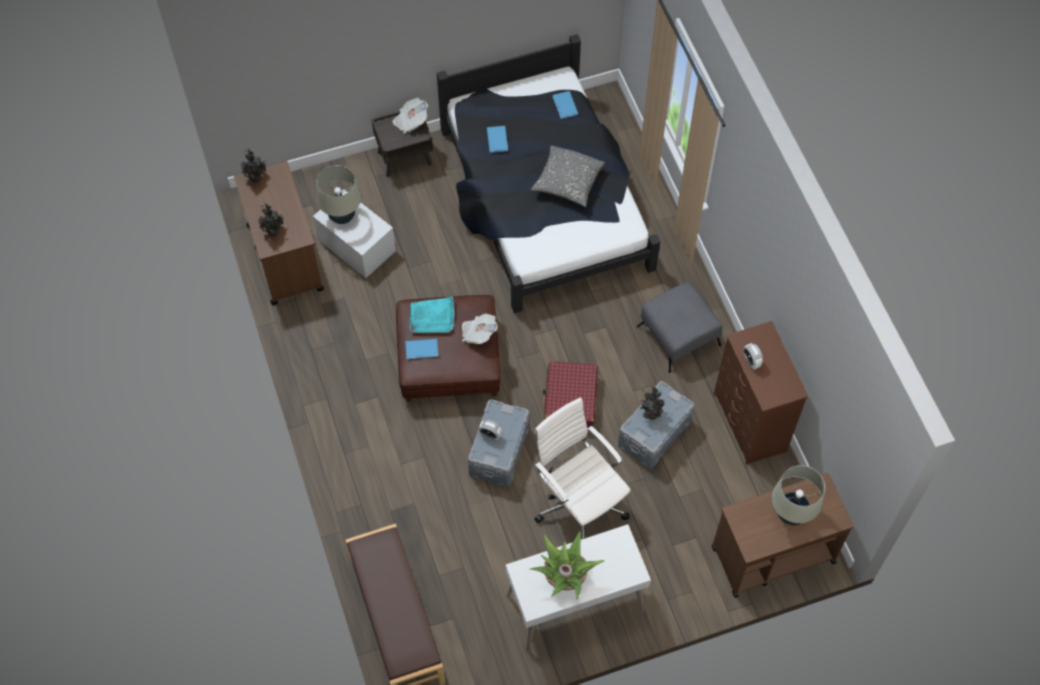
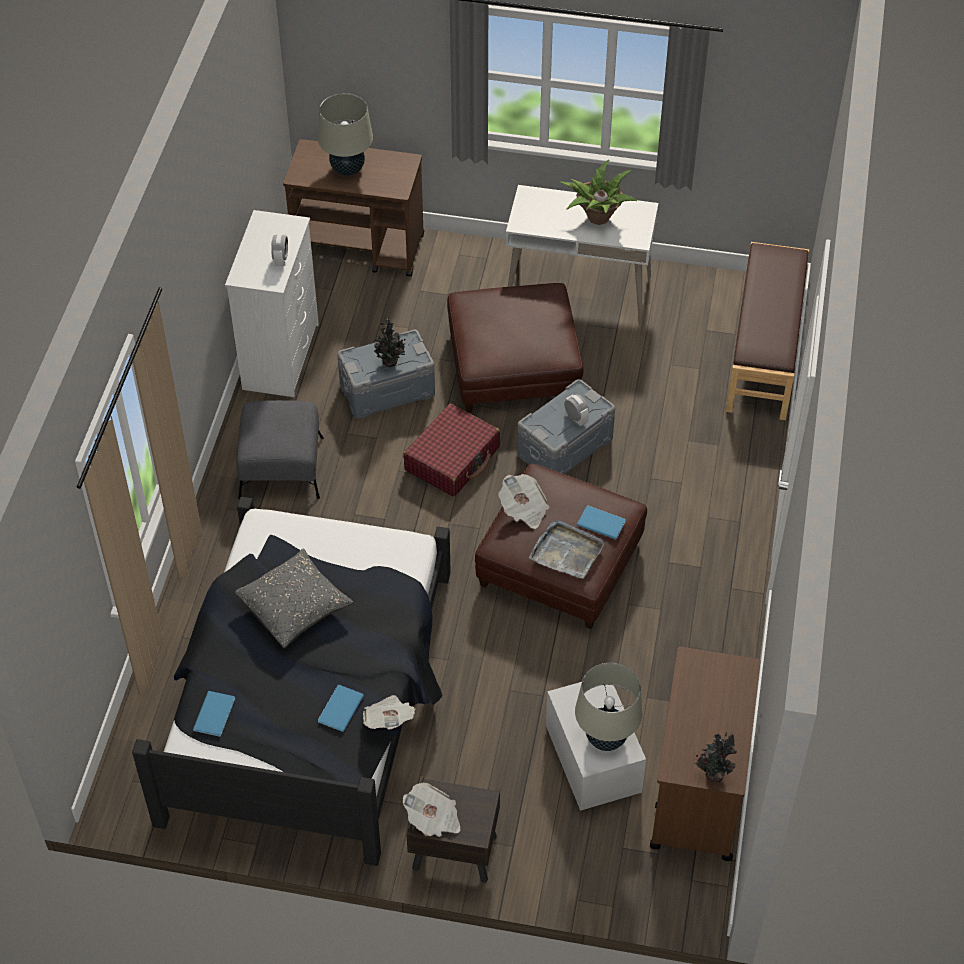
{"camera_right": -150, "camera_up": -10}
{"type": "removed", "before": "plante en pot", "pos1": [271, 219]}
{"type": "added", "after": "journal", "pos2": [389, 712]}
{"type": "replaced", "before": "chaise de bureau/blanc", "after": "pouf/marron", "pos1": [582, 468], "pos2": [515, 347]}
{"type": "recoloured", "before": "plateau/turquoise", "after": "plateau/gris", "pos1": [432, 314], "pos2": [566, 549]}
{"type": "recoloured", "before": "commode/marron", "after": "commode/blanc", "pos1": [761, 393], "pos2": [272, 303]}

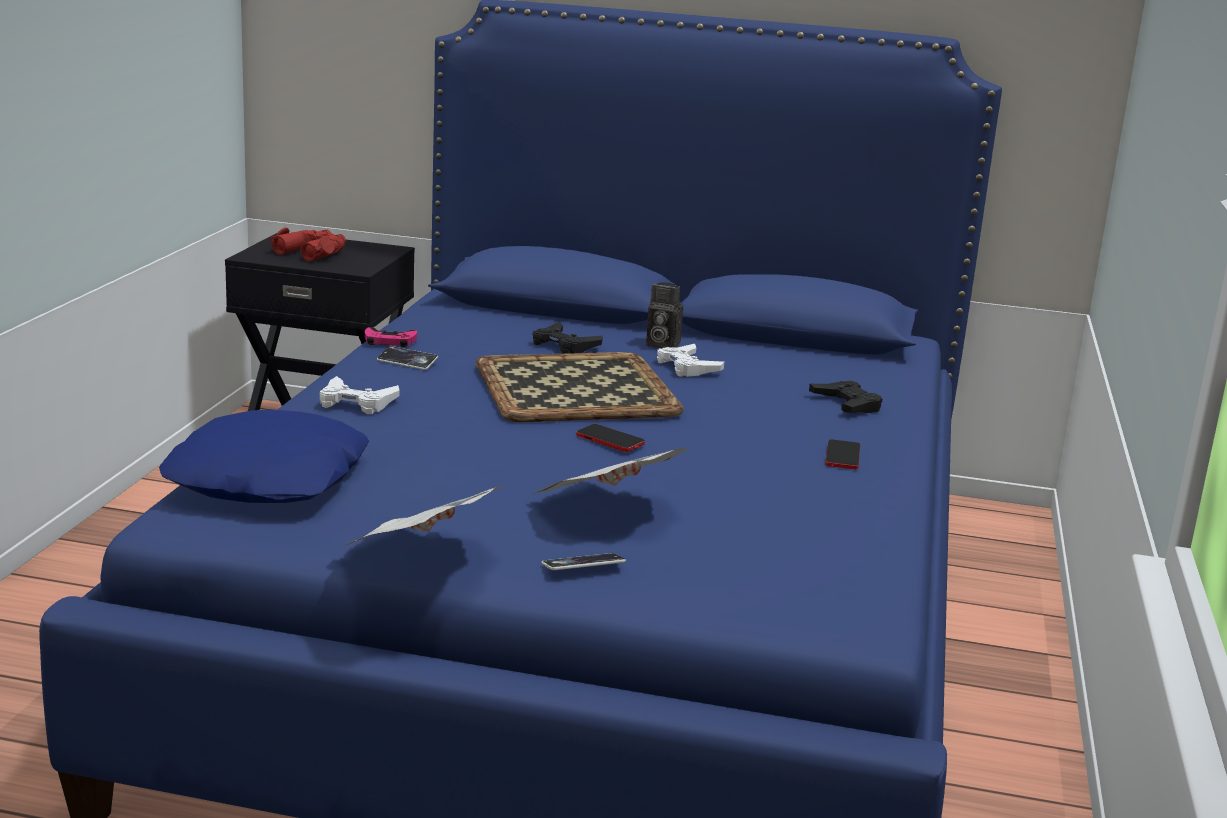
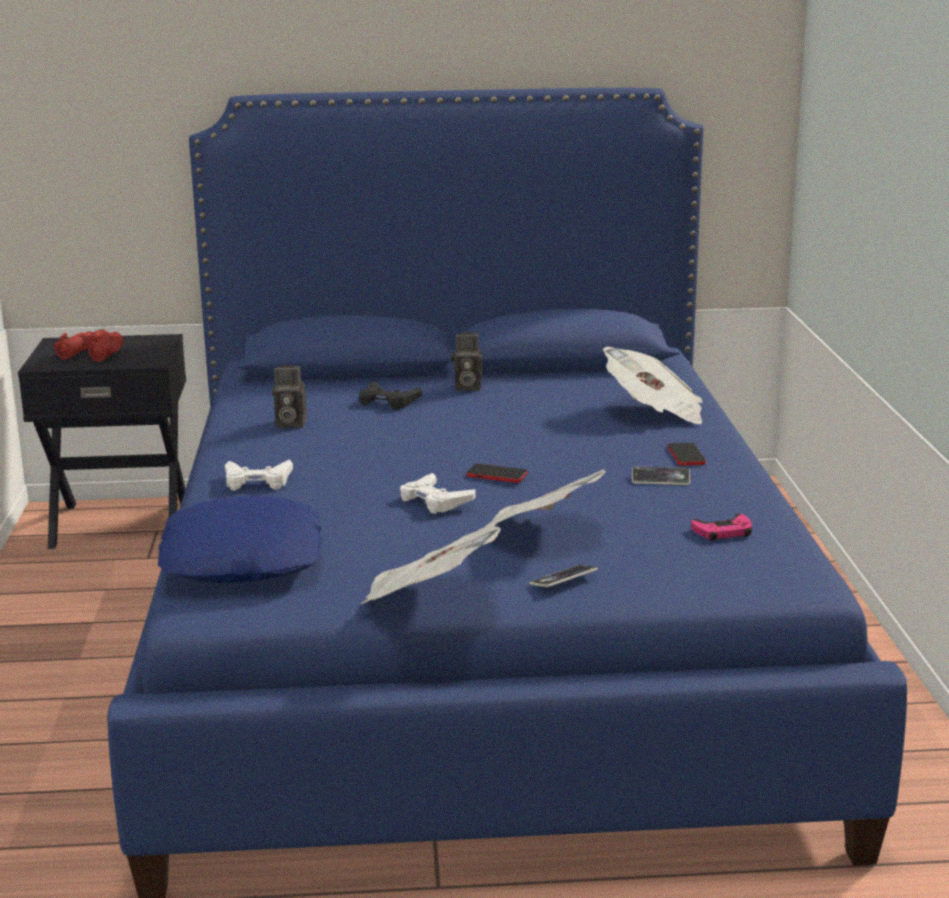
{"camera_right": -15, "camera_up": 0}
{"type": "removed", "before": "plateau", "pos1": [579, 387]}
{"type": "added", "after": "appareil photo", "pos2": [289, 396]}
{"type": "moved", "before": "manette/rose", "pos1": [391, 337], "pos2": [721, 527]}
{"type": "moved", "before": "téléphone", "pos1": [407, 358], "pos2": [661, 475]}
{"type": "moved", "before": "manette/blanc", "pos1": [690, 360], "pos2": [438, 493]}
{"type": "replaced", "before": "manette/noir", "after": "journal", "pos1": [845, 397], "pos2": [652, 385]}

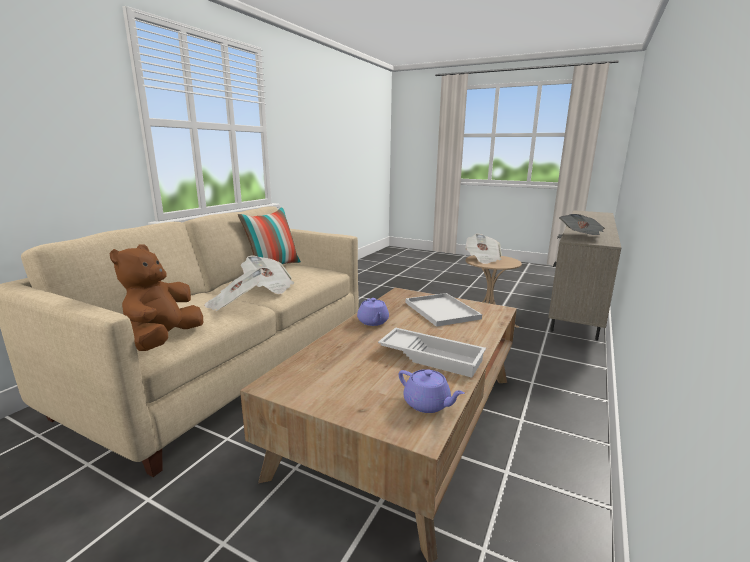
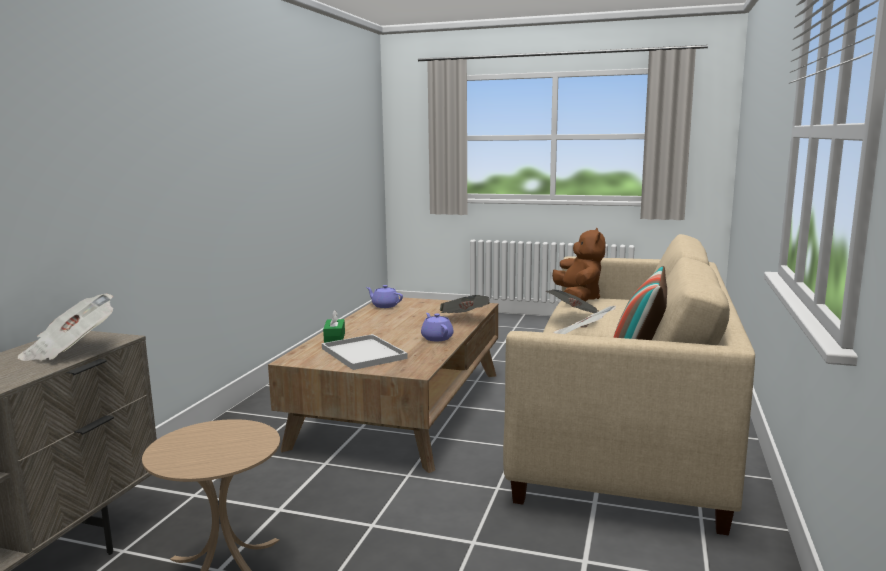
{"camera_right": 170, "camera_up": -5}
{"type": "removed", "before": "plateau/blanc", "pos1": [432, 352]}
{"type": "added", "after": "boîte à mouchoirs/vert", "pos2": [334, 326]}
{"type": "moved", "before": "journal", "pos1": [483, 249], "pos2": [465, 304]}

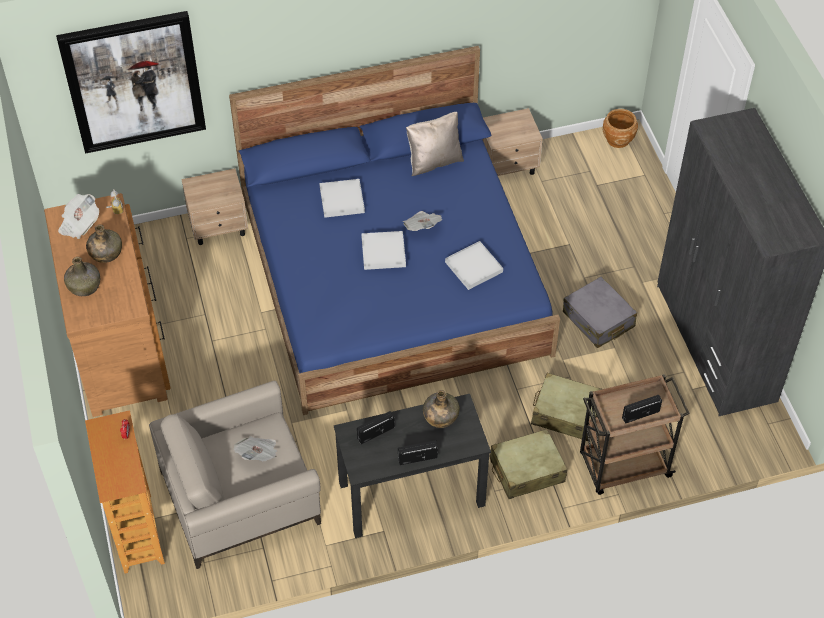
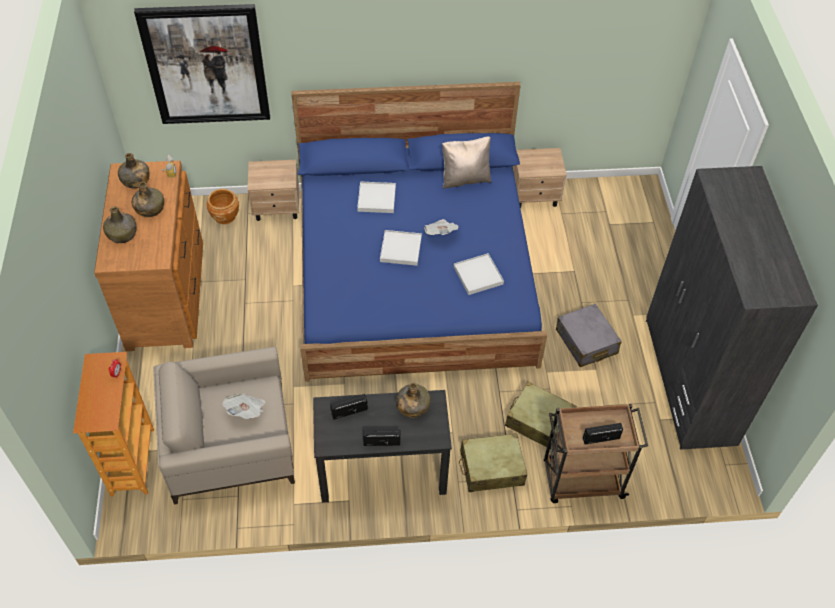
{"camera_right": 10, "camera_up": 0}
{"type": "moved", "before": "cache-pot/marron", "pos1": [620, 128], "pos2": [223, 206]}
{"type": "replaced", "before": "journal", "after": "bouteille/vert", "pos1": [78, 216], "pos2": [134, 171]}

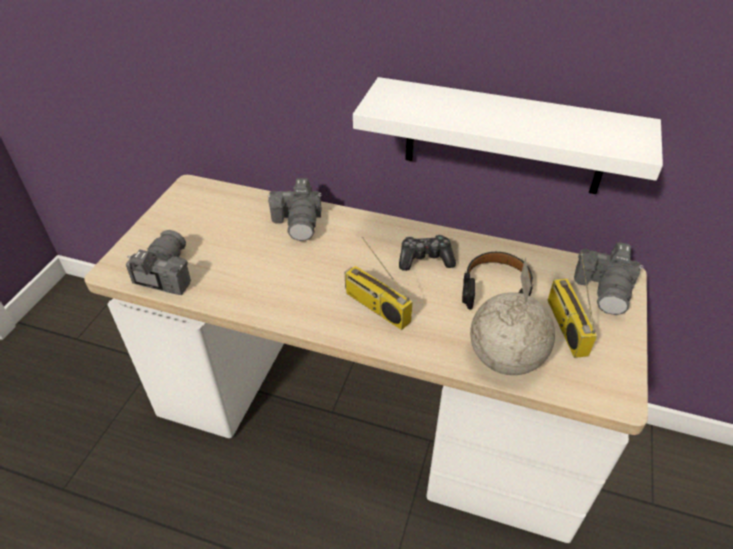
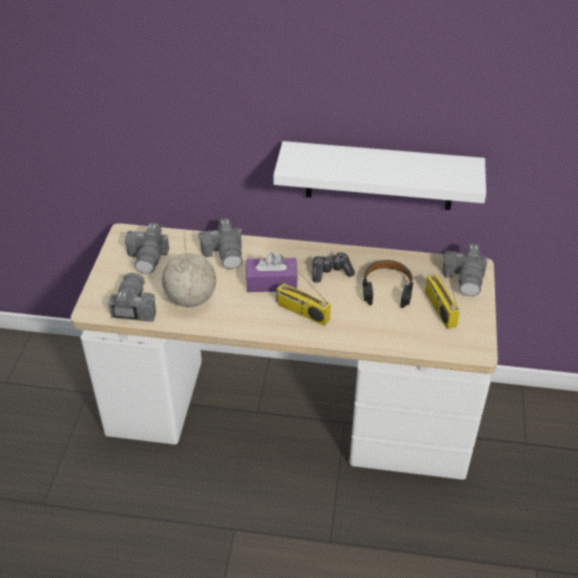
{"camera_right": -10, "camera_up": 0}
{"type": "added", "after": "appareil photo", "pos2": [147, 248]}
{"type": "added", "after": "boîte à mouchoirs/violet", "pos2": [272, 272]}
{"type": "moved", "before": "globe", "pos1": [512, 316], "pos2": [189, 270]}

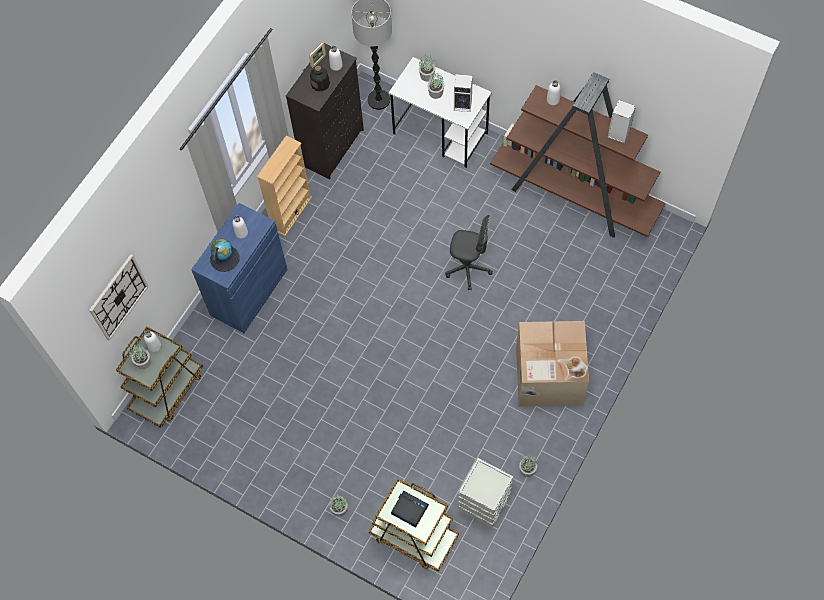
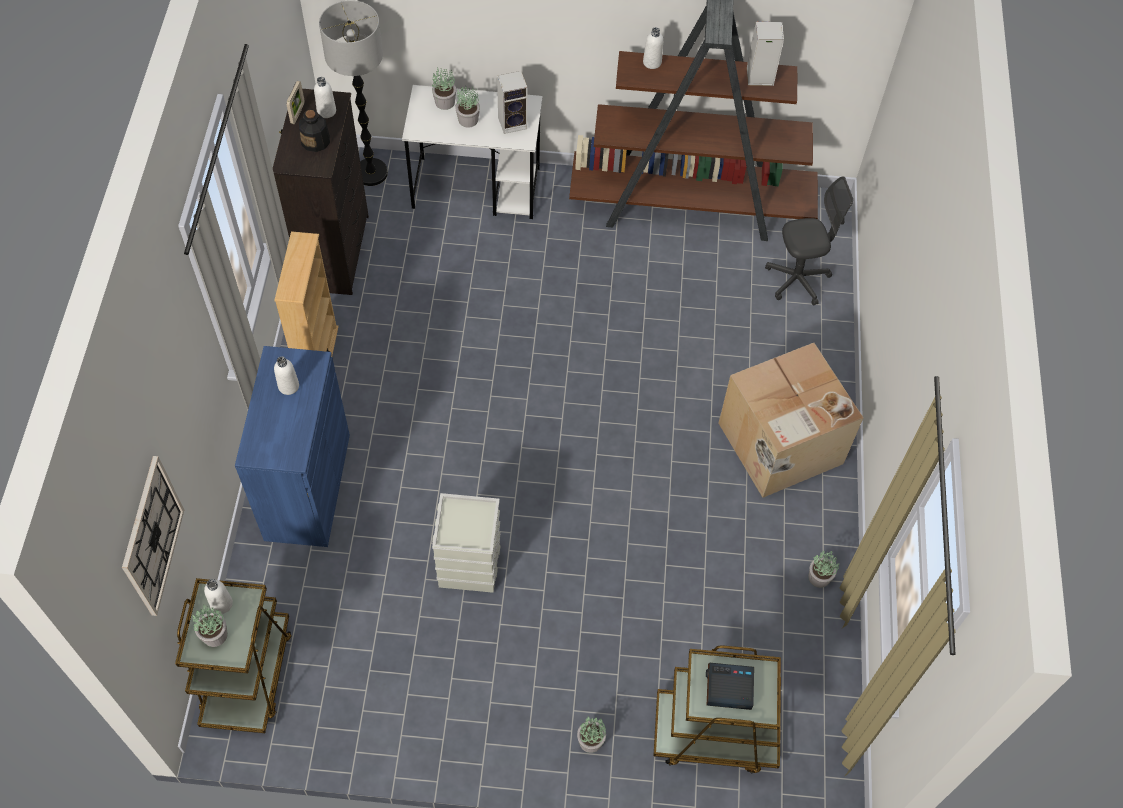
{"camera_right": -30, "camera_up": -5}
{"type": "removed", "before": "globe", "pos1": [225, 255]}
{"type": "moved", "before": "chaise de bureau/gris", "pos1": [469, 252], "pos2": [809, 241]}
{"type": "moved", "before": "boîte de rangement/gris", "pos1": [486, 493], "pos2": [466, 543]}

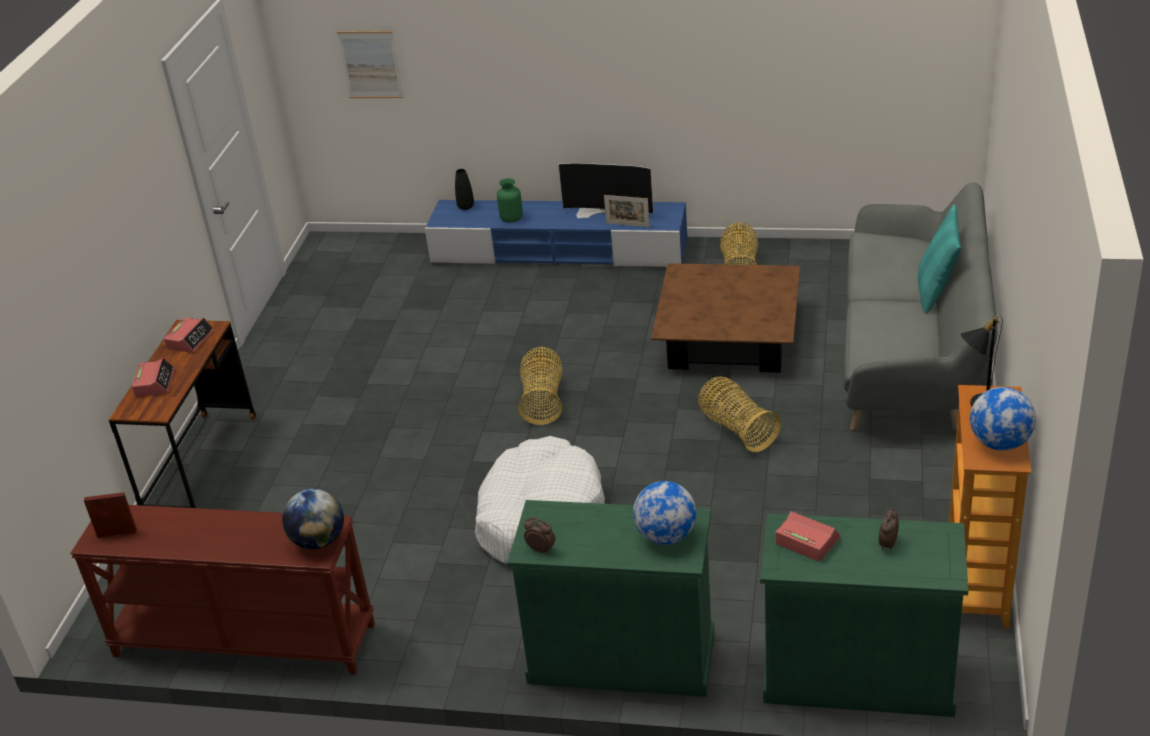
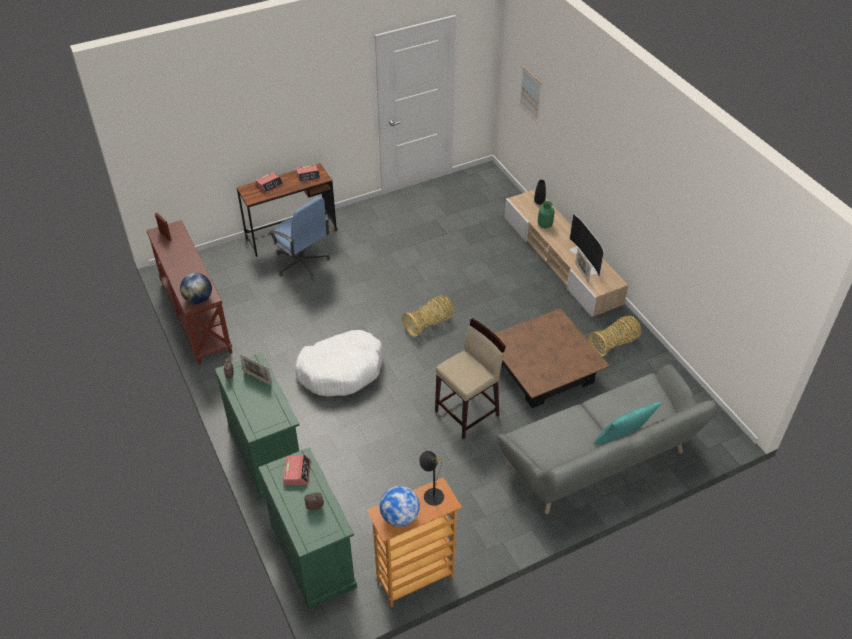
{"camera_right": 50, "camera_up": 10}
{"type": "removed", "before": "globe", "pos1": [664, 513]}
{"type": "added", "after": "cadre photo", "pos2": [256, 369]}
{"type": "added", "after": "chaise de bureau/bleu", "pos2": [299, 238]}
{"type": "replaced", "before": "panier", "after": "tabouret/beige", "pos1": [739, 414], "pos2": [470, 378]}
{"type": "recoloured", "before": "meuble télé/bleu", "after": "meuble télé/beige", "pos1": [556, 233], "pos2": [566, 253]}

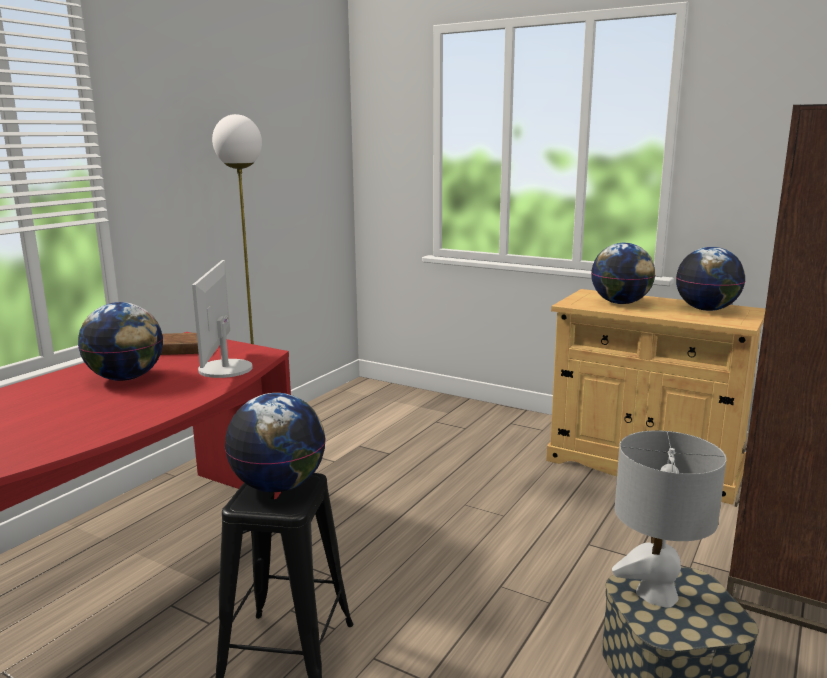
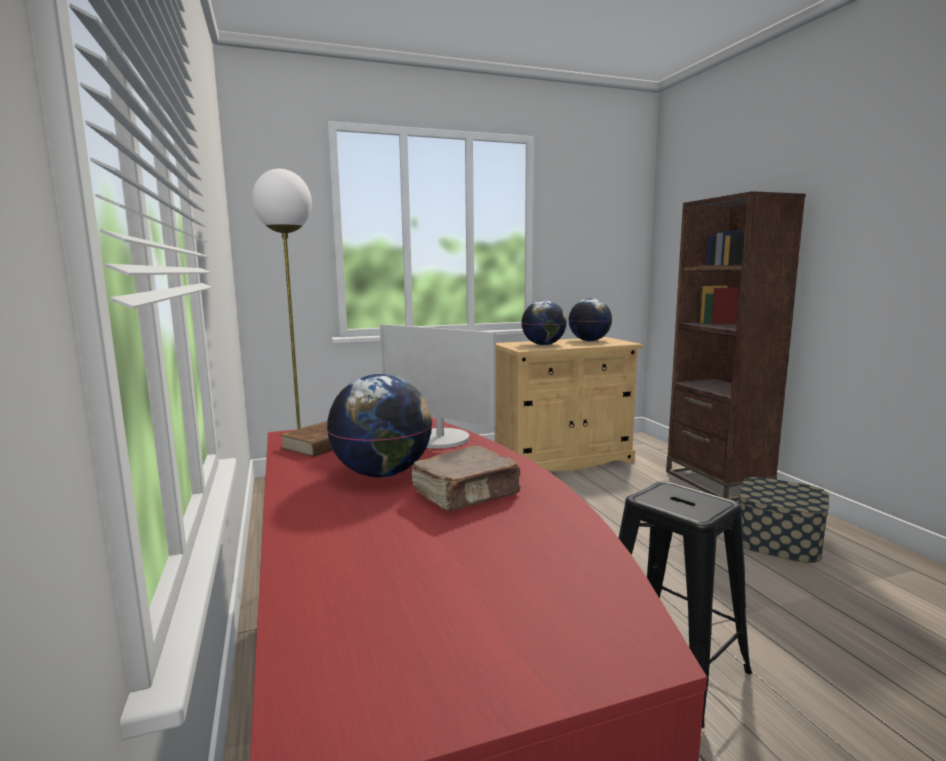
{"camera_right": -50, "camera_up": -5}
{"type": "removed", "before": "globe", "pos1": [275, 442]}
{"type": "removed", "before": "lampe de table/gris", "pos1": [669, 519]}
{"type": "added", "after": "livre/marron", "pos2": [466, 478]}

